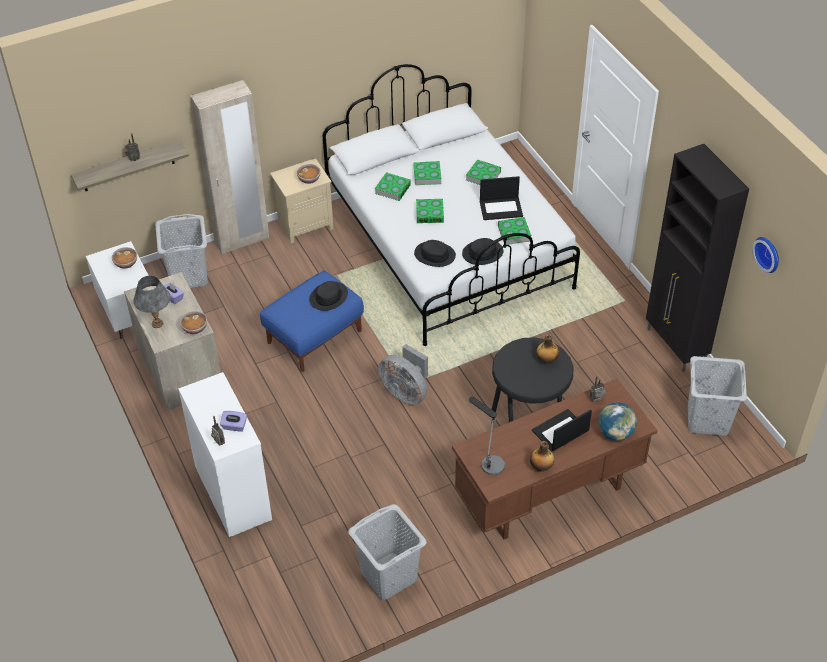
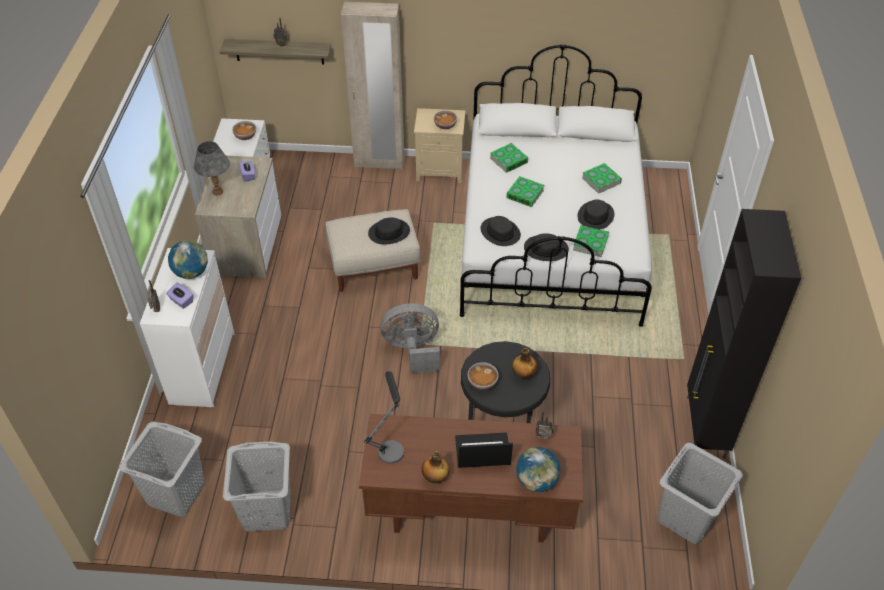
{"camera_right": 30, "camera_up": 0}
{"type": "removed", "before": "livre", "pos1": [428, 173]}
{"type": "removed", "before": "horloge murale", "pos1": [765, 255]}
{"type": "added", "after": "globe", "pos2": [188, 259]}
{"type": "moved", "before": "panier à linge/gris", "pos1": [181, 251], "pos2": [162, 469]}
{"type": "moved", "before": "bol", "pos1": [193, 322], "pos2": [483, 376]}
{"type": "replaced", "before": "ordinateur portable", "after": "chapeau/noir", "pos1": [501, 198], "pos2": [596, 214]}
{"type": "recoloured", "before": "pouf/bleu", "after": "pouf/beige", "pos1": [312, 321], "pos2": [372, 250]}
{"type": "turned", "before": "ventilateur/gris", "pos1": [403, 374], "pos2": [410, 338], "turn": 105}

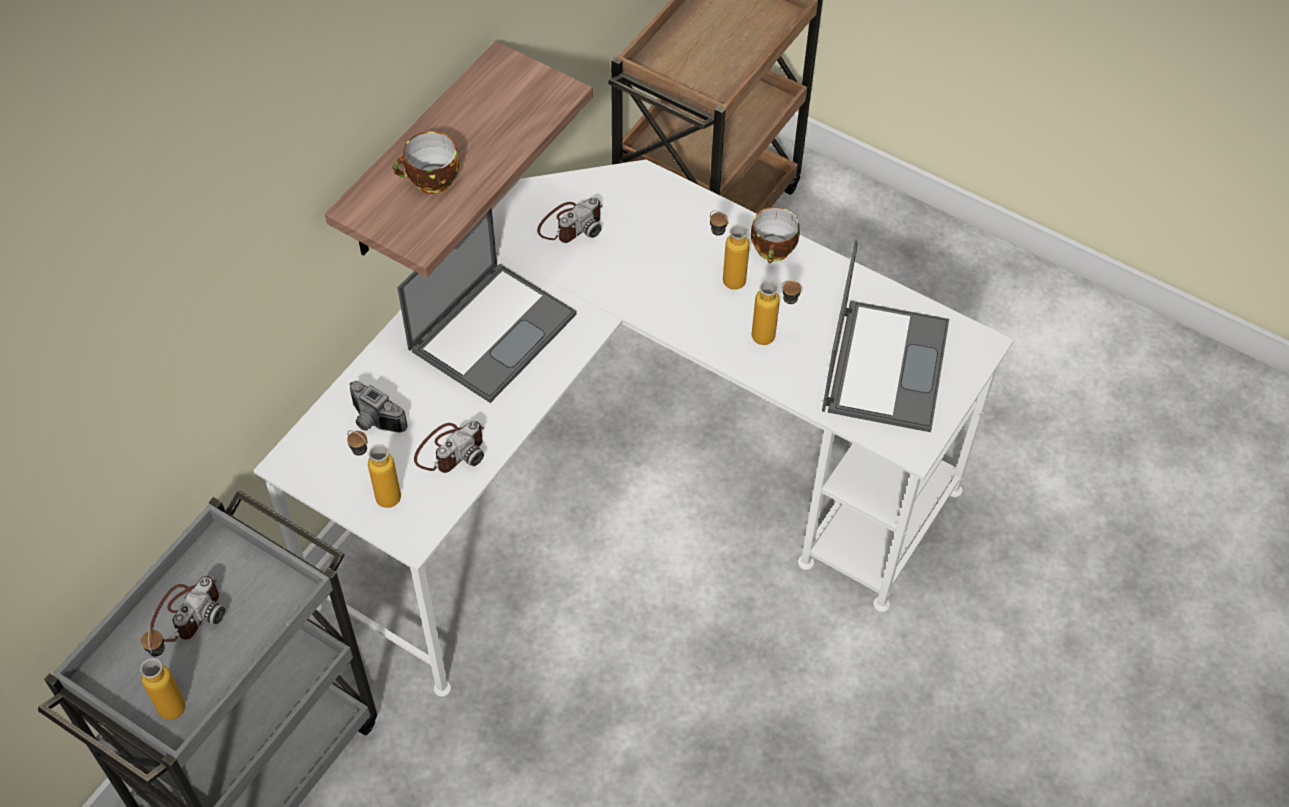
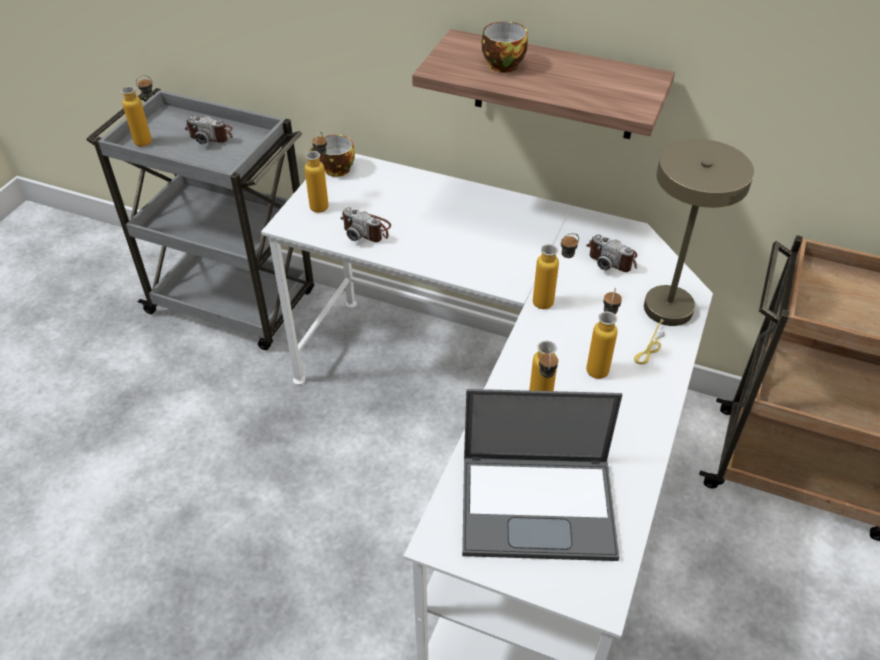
{"camera_right": 80, "camera_up": -10}
{"type": "removed", "before": "appareil photo", "pos1": [378, 407]}
{"type": "removed", "before": "ordinateur portable", "pos1": [487, 305]}
{"type": "added", "after": "bouteille", "pos2": [556, 271]}
{"type": "added", "after": "lampe de table/beige", "pos2": [694, 251]}
{"type": "moved", "before": "tasse", "pos1": [775, 235], "pos2": [332, 156]}

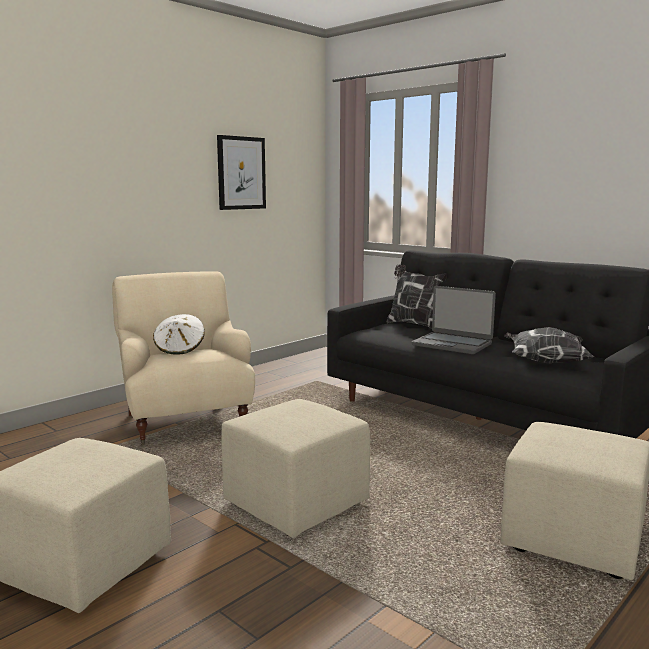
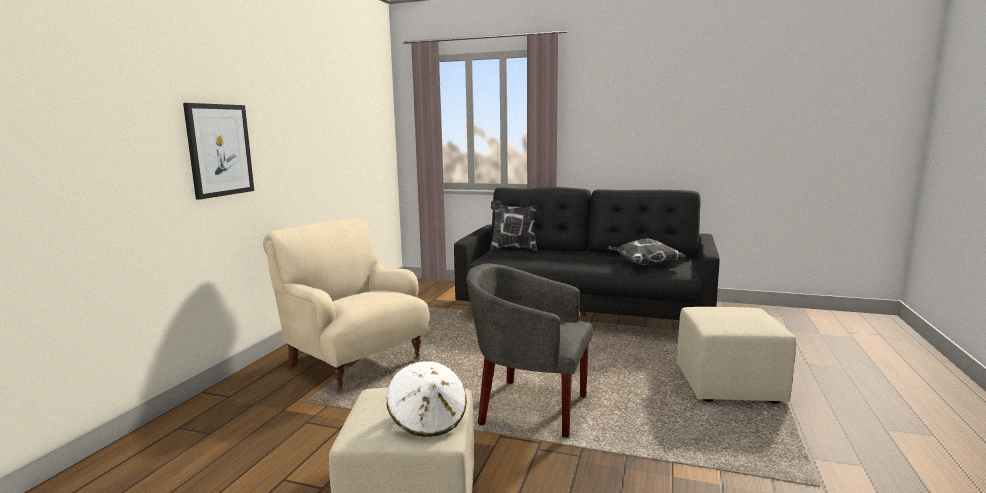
{"camera_right": -25, "camera_up": 0}
{"type": "removed", "before": "ordinateur portable", "pos1": [454, 320]}
{"type": "moved", "before": "chapeau/blanc", "pos1": [179, 334], "pos2": [426, 399]}
{"type": "moved", "before": "tableau", "pos1": [241, 172], "pos2": [218, 151]}
{"type": "replaced", "before": "pouf/beige", "after": "fauteuil/gris", "pos1": [295, 468], "pos2": [529, 350]}

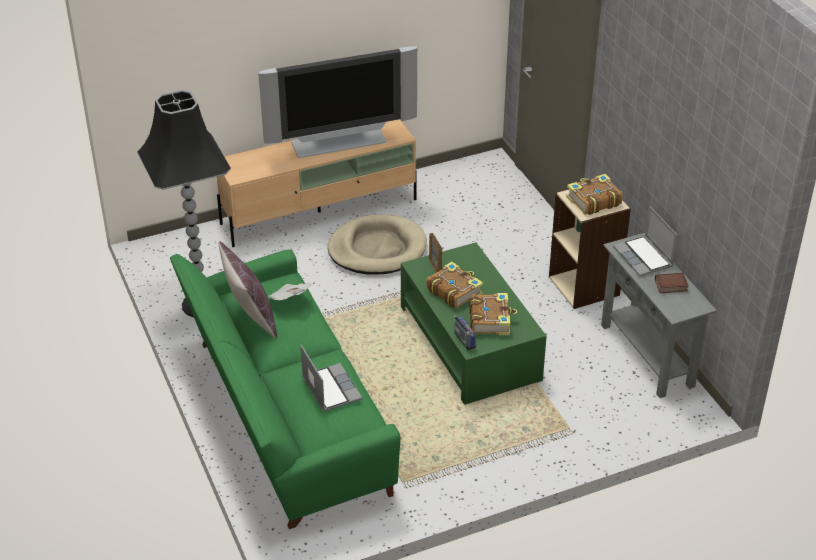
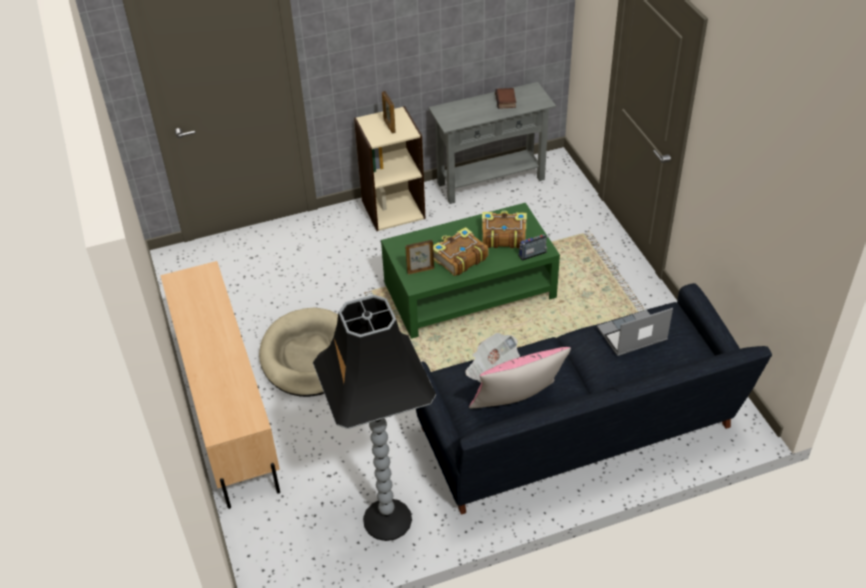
{"camera_right": -85, "camera_up": 5}
{"type": "removed", "before": "téléviseur", "pos1": [337, 102]}
{"type": "removed", "before": "ordinateur portable", "pos1": [645, 241]}
{"type": "replaced", "before": "livre", "after": "cadre photo", "pos1": [594, 194], "pos2": [389, 112]}
{"type": "recoloured", "before": "canapé/vert", "after": "canapé/noir", "pos1": [285, 389], "pos2": [594, 399]}
{"type": "recoloured", "before": "coussin/marron", "after": "coussin/rose", "pos1": [247, 290], "pos2": [520, 377]}

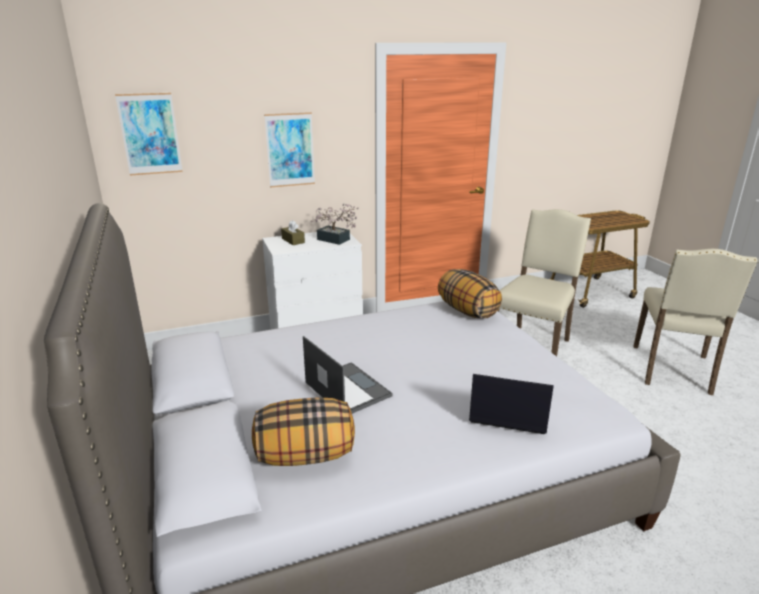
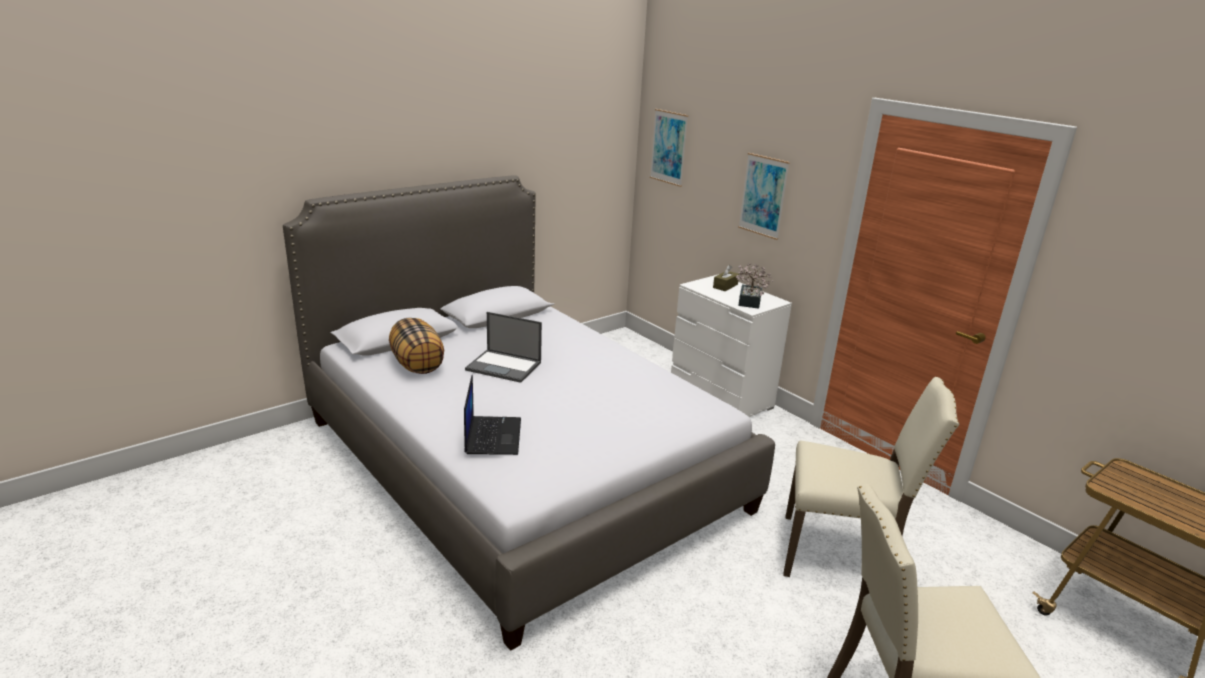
{"camera_right": 70, "camera_up": 0}
{"type": "removed", "before": "coussin", "pos1": [470, 294]}
{"type": "turned", "before": "ordinateur portable", "pos1": [348, 375], "pos2": [503, 347], "turn": 75}

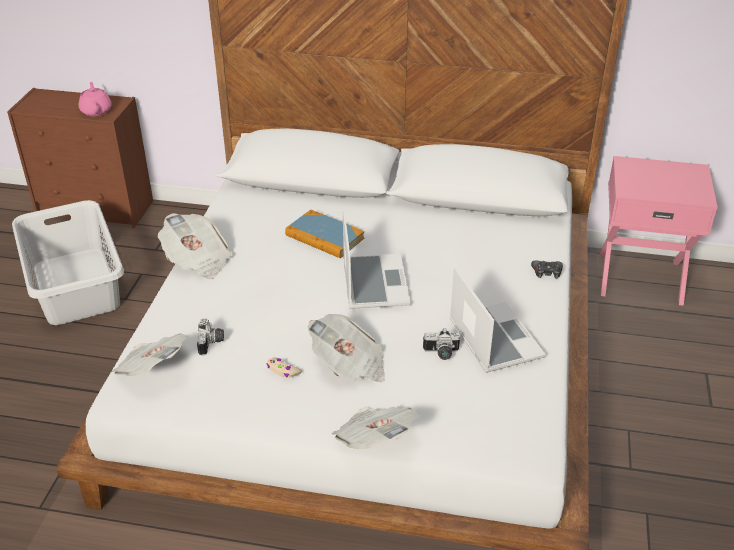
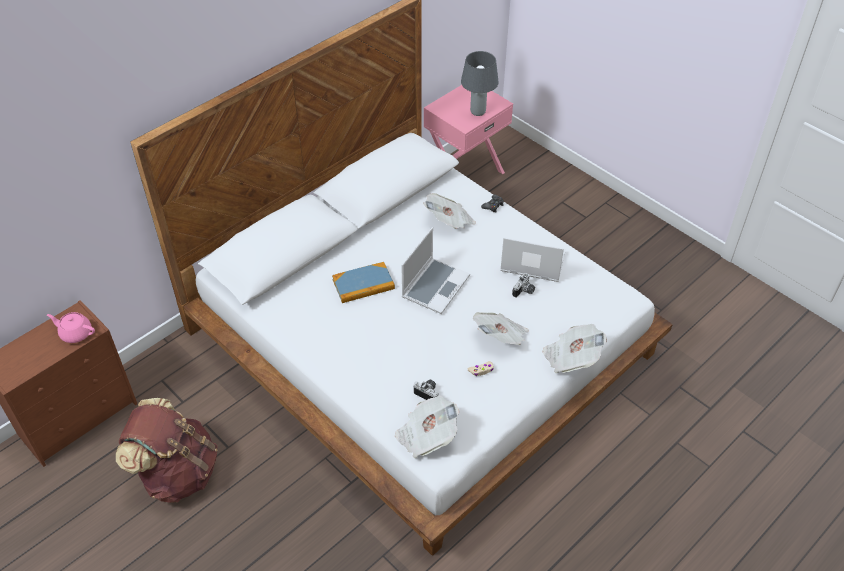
{"camera_right": -55, "camera_up": 10}
{"type": "added", "after": "lampe de table/gris", "pos2": [480, 83]}
{"type": "moved", "before": "journal", "pos1": [195, 246], "pos2": [449, 211]}
{"type": "replaced", "before": "panier à linge/gris", "after": "sac à dos/marron", "pos1": [68, 262], "pos2": [167, 450]}
{"type": "turned", "before": "ordinateur portable", "pos1": [376, 259], "pos2": [435, 270], "turn": 90}

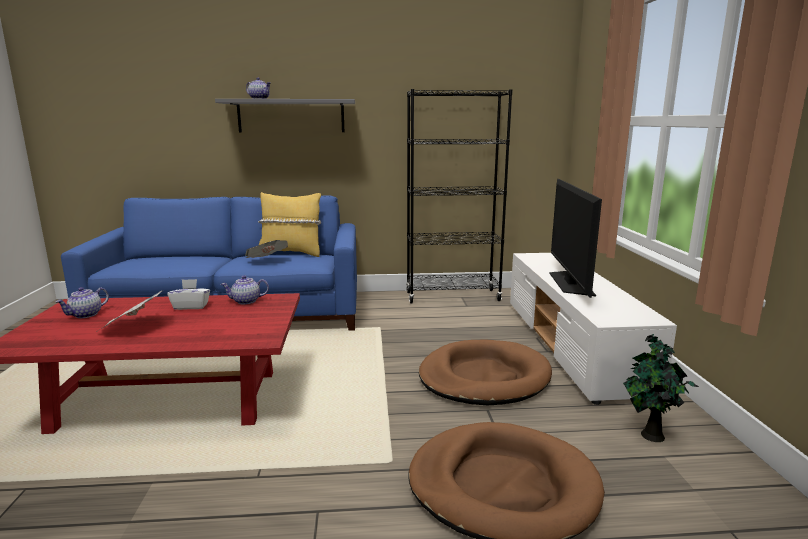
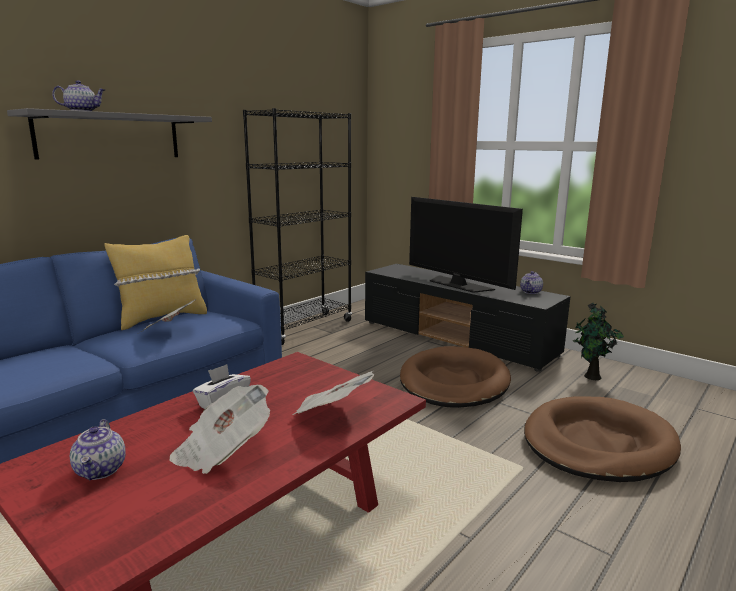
{"camera_right": -45, "camera_up": 0}
{"type": "added", "after": "journal", "pos2": [333, 393]}
{"type": "moved", "before": "théière", "pos1": [245, 289], "pos2": [531, 282]}
{"type": "recoloured", "before": "meuble télé/blanc", "after": "meuble télé/noir", "pos1": [593, 329], "pos2": [468, 318]}

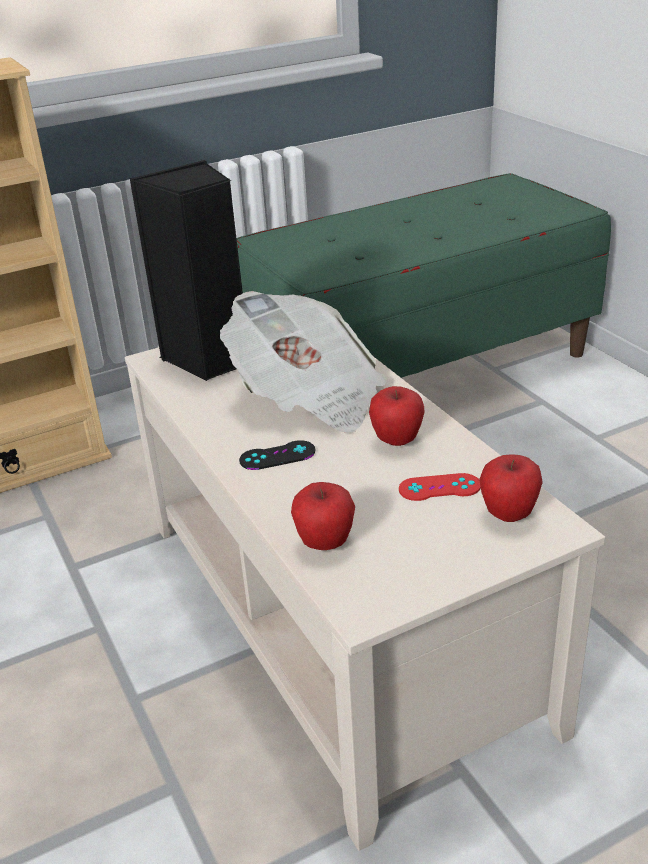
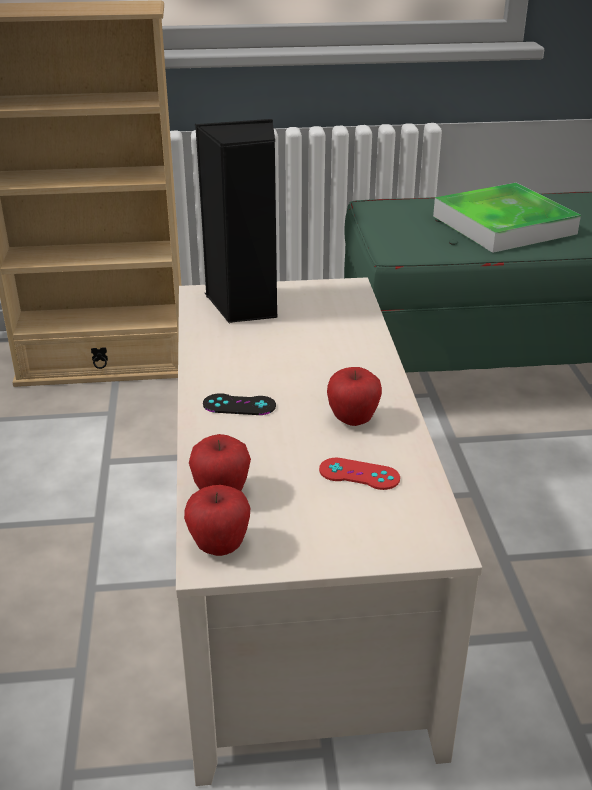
{"camera_right": 20, "camera_up": 0}
{"type": "removed", "before": "journal", "pos1": [303, 362]}
{"type": "added", "after": "plateau", "pos2": [507, 218]}
{"type": "moved", "before": "pomme", "pos1": [511, 488], "pos2": [217, 520]}

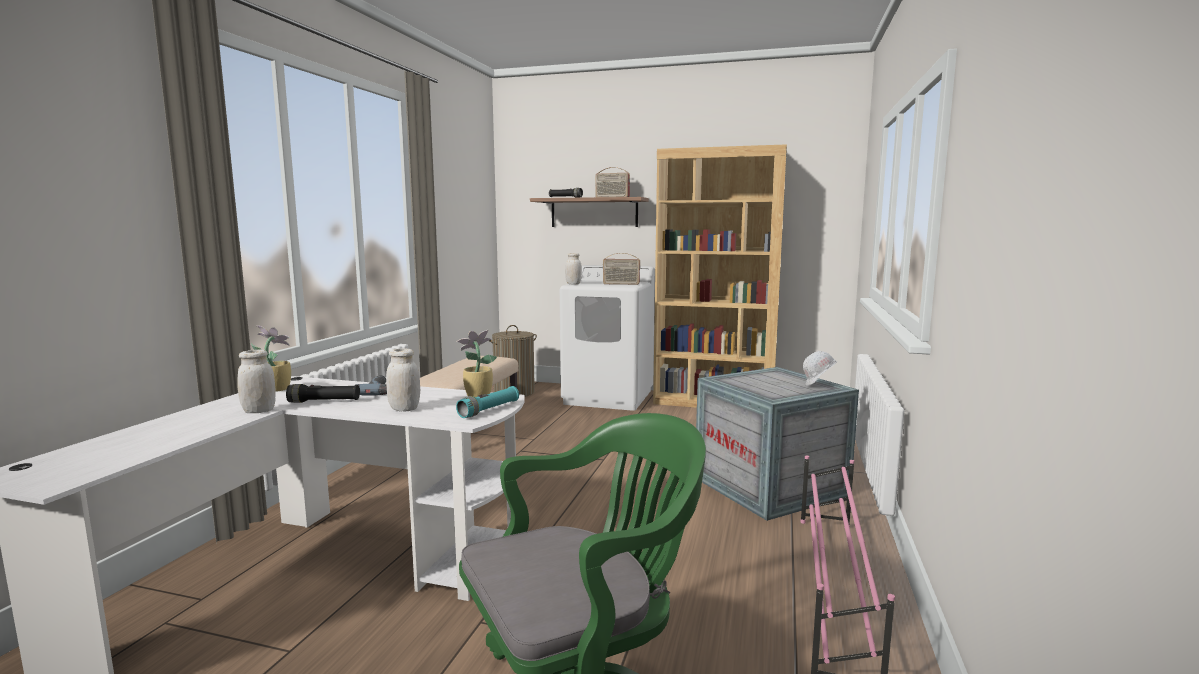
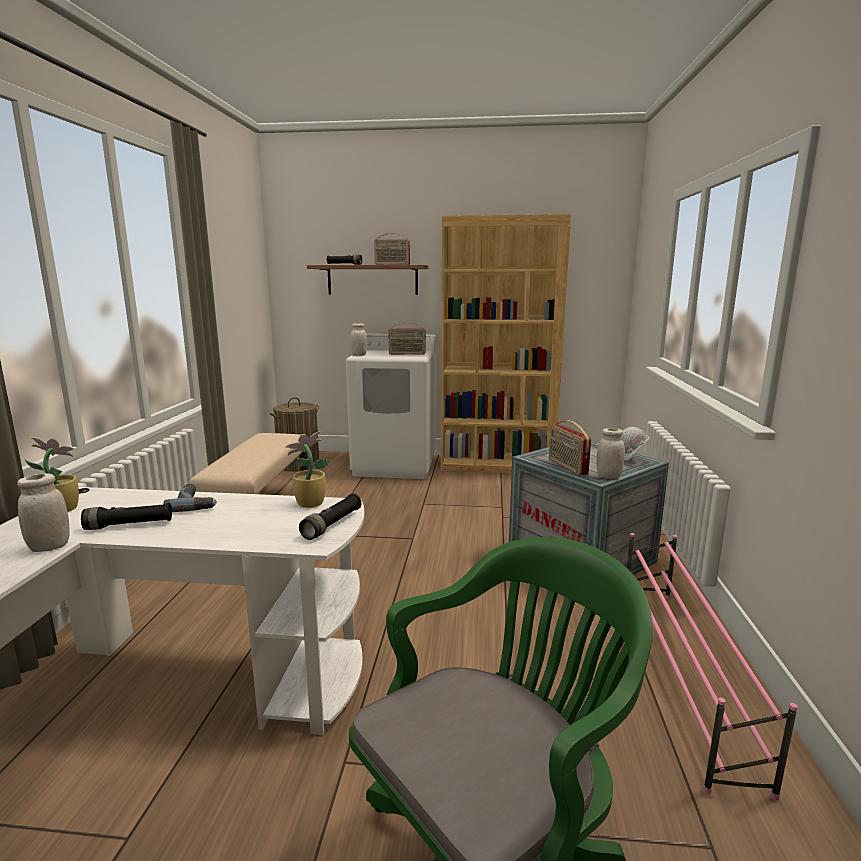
{"camera_right": -10, "camera_up": 5}
{"type": "added", "after": "radio", "pos2": [570, 447]}
{"type": "moved", "before": "bocal/blanc", "pos1": [403, 379], "pos2": [610, 453]}
{"type": "recoloured", "before": "lampe de poche/turquoise", "after": "lampe de poche/noir", "pos1": [487, 402], "pos2": [330, 517]}

